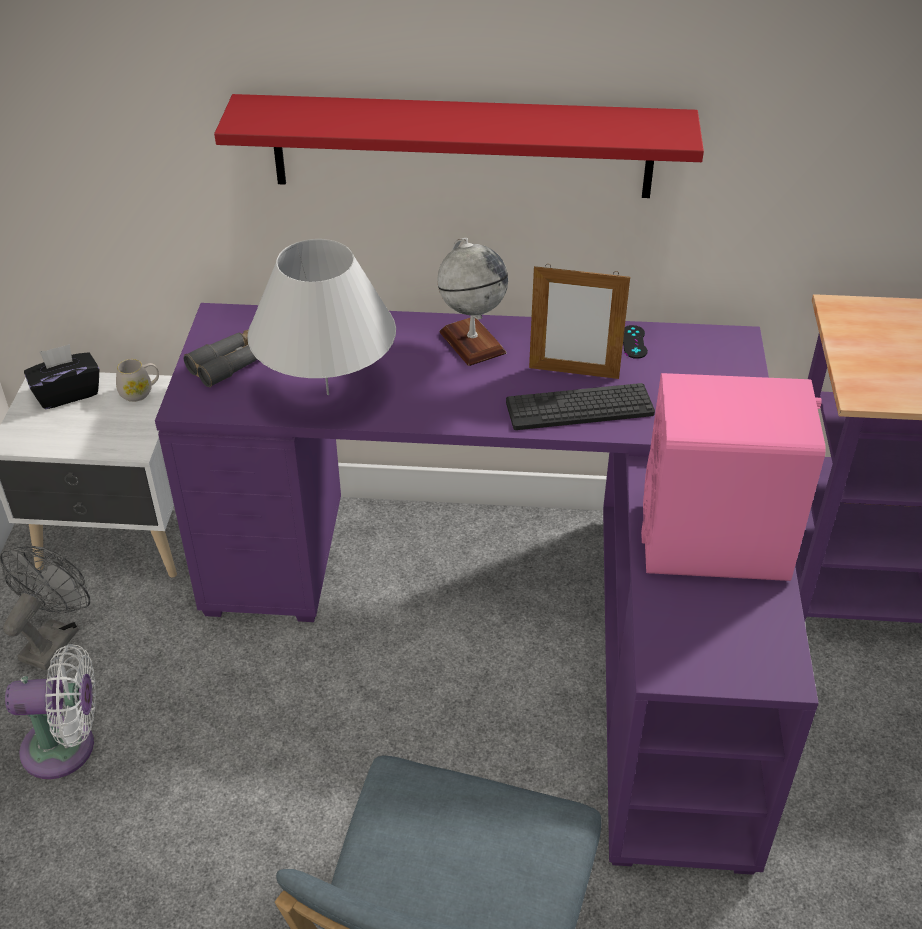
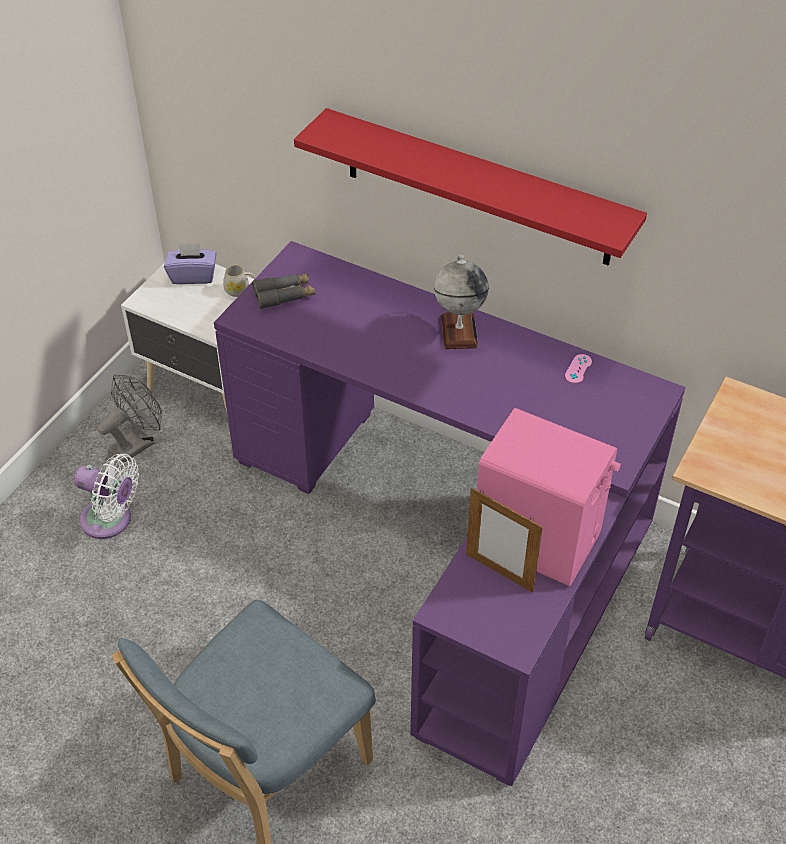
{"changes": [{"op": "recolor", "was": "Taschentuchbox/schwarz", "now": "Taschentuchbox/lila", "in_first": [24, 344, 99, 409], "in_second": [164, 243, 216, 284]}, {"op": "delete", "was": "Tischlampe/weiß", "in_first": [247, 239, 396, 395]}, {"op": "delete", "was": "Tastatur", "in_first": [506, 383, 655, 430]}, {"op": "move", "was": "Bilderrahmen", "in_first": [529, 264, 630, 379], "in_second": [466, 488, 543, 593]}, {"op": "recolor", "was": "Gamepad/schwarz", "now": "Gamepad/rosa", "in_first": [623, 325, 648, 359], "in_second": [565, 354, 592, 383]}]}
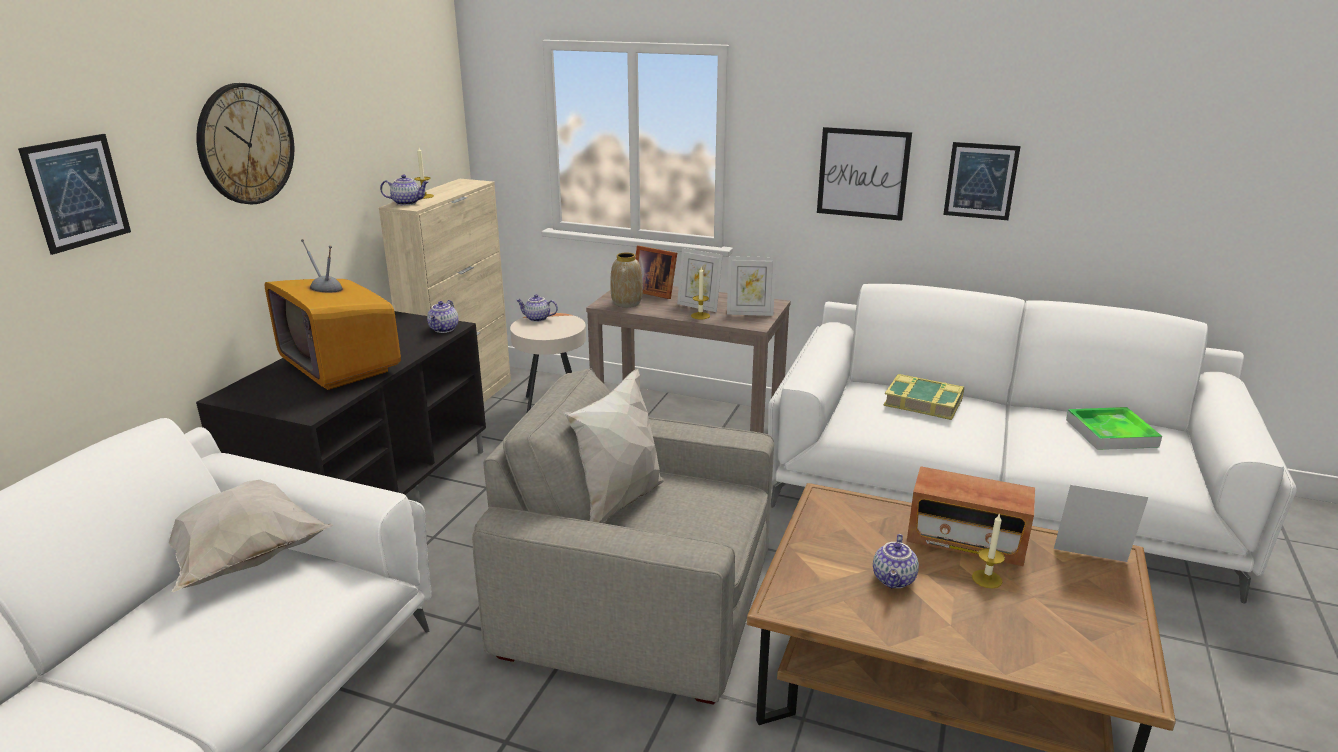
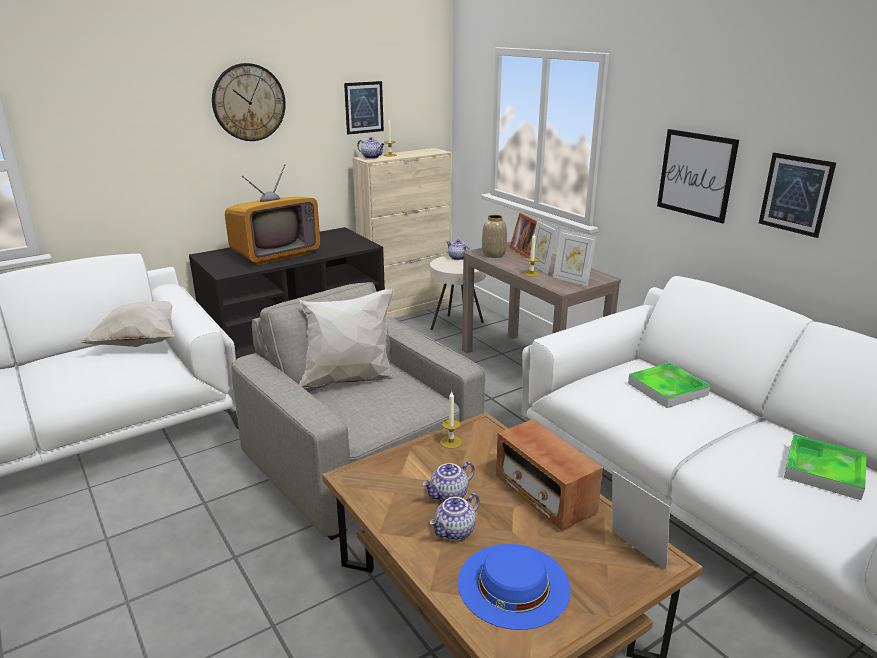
{"changes": [{"op": "move", "was": "Bild", "in_first": [18, 134, 131, 255], "in_second": [344, 81, 384, 135]}, {"op": "rotate", "was": "Fernseher", "in_first": [264, 239, 401, 390], "in_second": [225, 164, 320, 265], "clockwise": -120}, {"op": "move", "was": "Teekanne", "in_first": [427, 300, 458, 333], "in_second": [430, 493, 480, 540]}, {"op": "replace", "was": "Buch", "now": "Tablett", "in_first": [883, 374, 964, 420], "in_second": [628, 363, 711, 408]}, {"op": "move", "was": "Kerze", "in_first": [972, 513, 1005, 588], "in_second": [440, 391, 462, 449]}, {"op": "insert", "now": "Hut/blau", "in_second": [458, 544, 571, 630]}]}
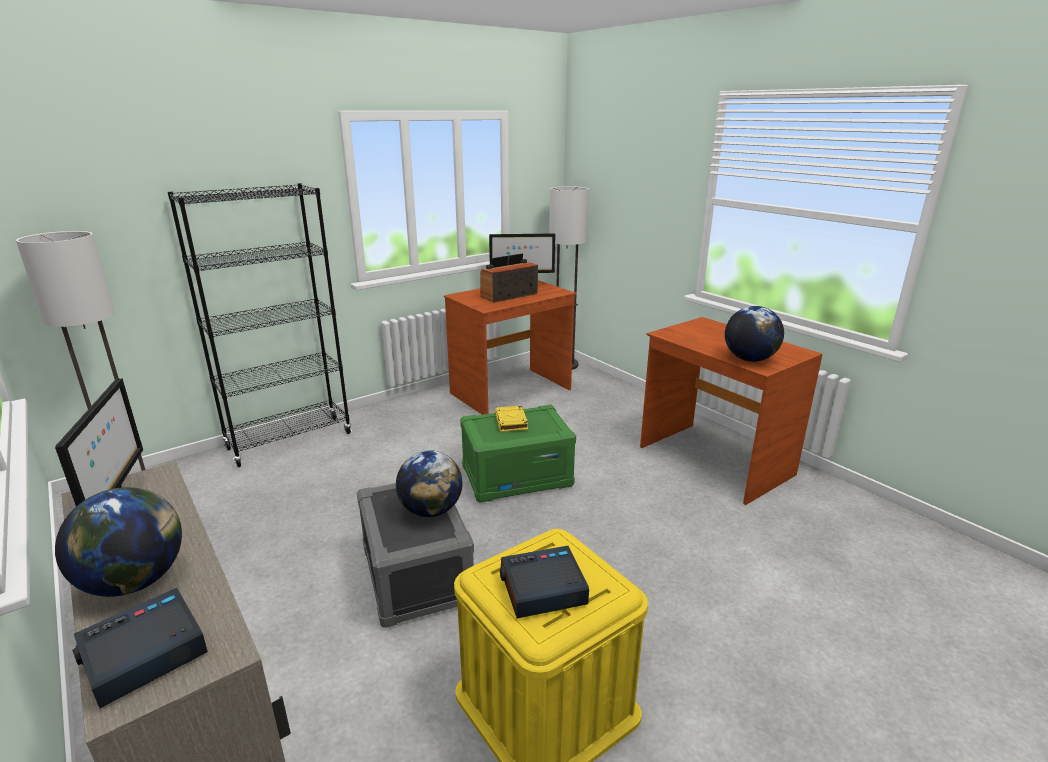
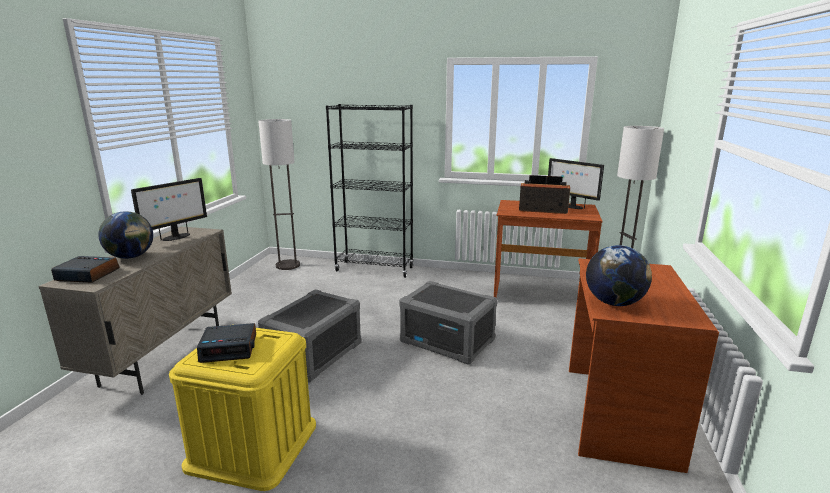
{"changes": [{"op": "delete", "was": "Globus", "in_first": [396, 450, 462, 517]}, {"op": "recolor", "was": "Aufbewahrungsbox/grün", "now": "Aufbewahrungsbox/grau", "in_first": [460, 405, 576, 503], "in_second": [399, 281, 497, 365]}, {"op": "delete", "was": "Buch/gelb", "in_first": [495, 406, 528, 432]}, {"op": "rotate", "was": "Wecker", "in_first": [500, 546, 589, 618], "in_second": [197, 323, 256, 363], "clockwise": 135}]}
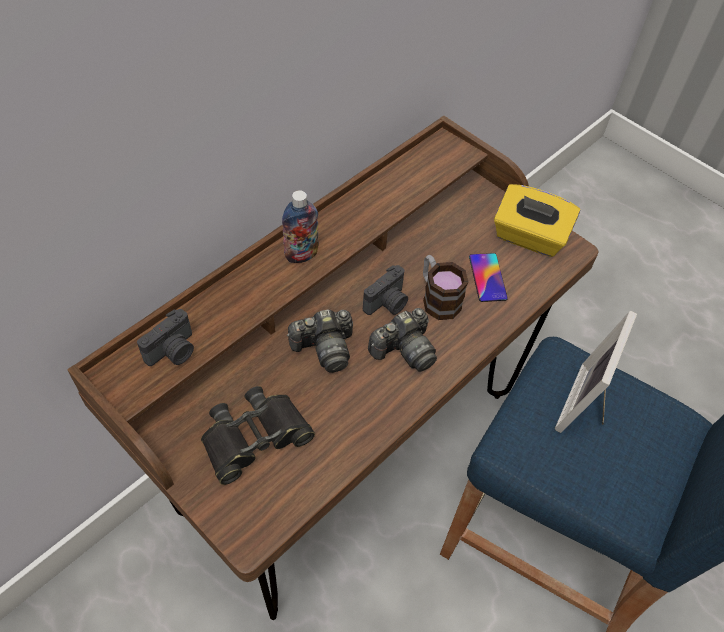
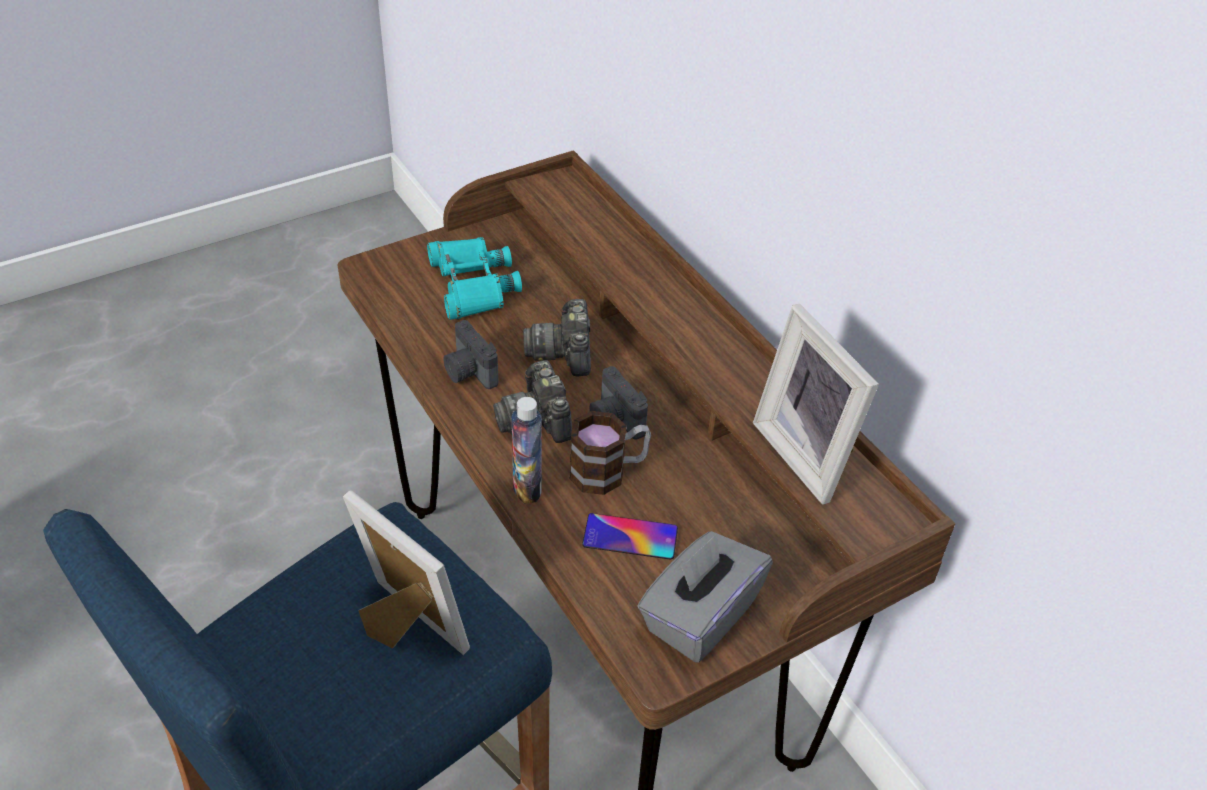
{"changes": [{"op": "move", "was": "Kamera", "in_first": [137, 309, 194, 366], "in_second": [443, 320, 498, 389]}, {"op": "recolor", "was": "Fernglas/schwarz", "now": "Fernglas/türkis", "in_first": [201, 386, 315, 485], "in_second": [427, 237, 522, 320]}, {"op": "move", "was": "Flasche", "in_first": [282, 190, 319, 263], "in_second": [511, 397, 542, 503]}, {"op": "recolor", "was": "Taschentuchbox/gelb", "now": "Taschentuchbox/grau", "in_first": [494, 184, 581, 257], "in_second": [637, 531, 773, 663]}, {"op": "insert", "now": "Bilderrahmen", "in_second": [753, 304, 879, 505]}]}
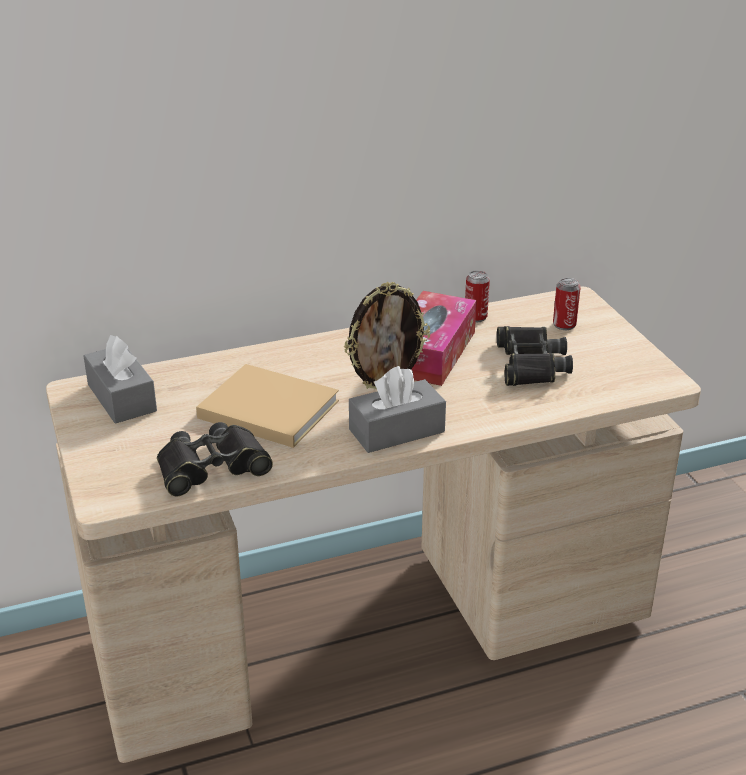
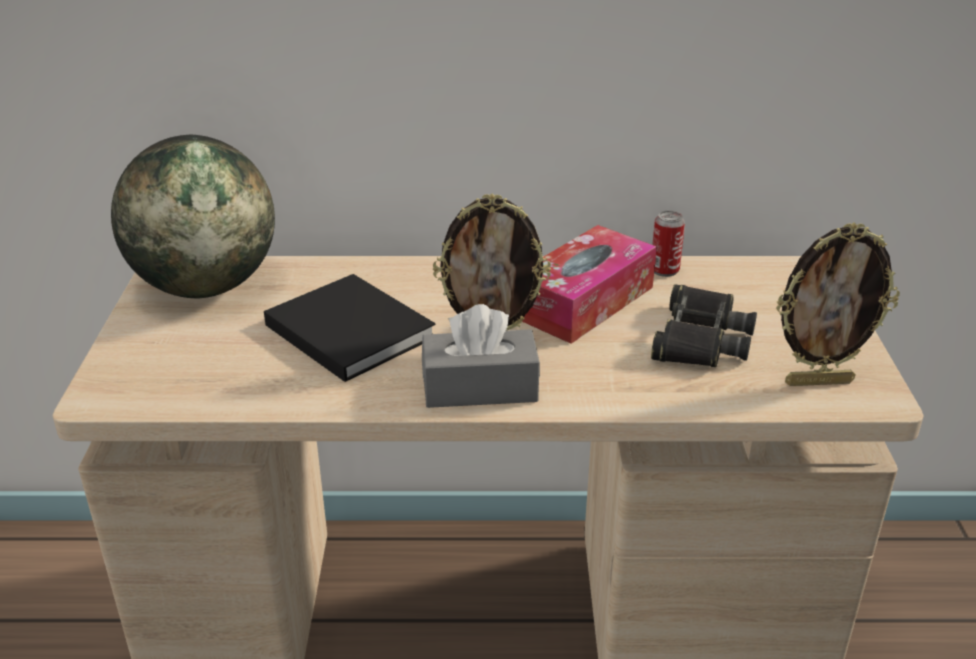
{"changes": [{"op": "replace", "was": "Taschentuchbox/grau", "now": "Globus", "in_first": [83, 335, 157, 424], "in_second": [111, 135, 275, 299]}, {"op": "delete", "was": "Fernglas/schwarz", "in_first": [157, 422, 273, 496]}, {"op": "recolor", "was": "Buch/beige", "now": "Buch/schwarz", "in_first": [196, 364, 339, 448], "in_second": [264, 274, 436, 382]}, {"op": "delete", "was": "Dose", "in_first": [553, 278, 581, 330]}, {"op": "insert", "now": "Bilderrahmen", "in_second": [777, 222, 900, 386]}]}
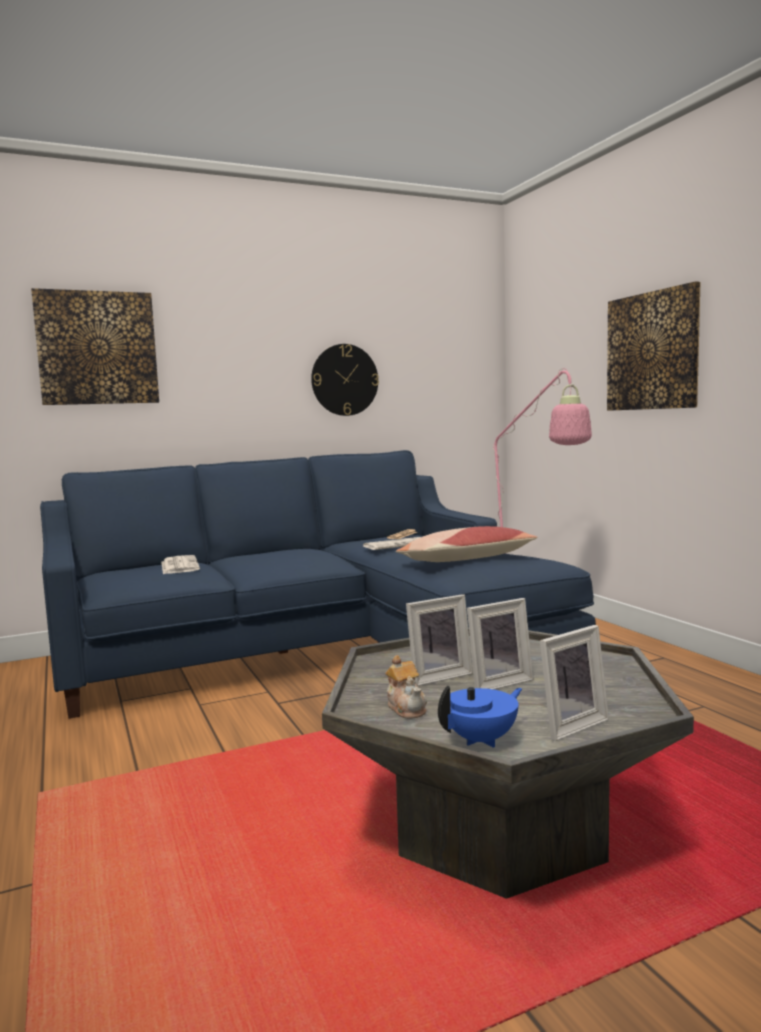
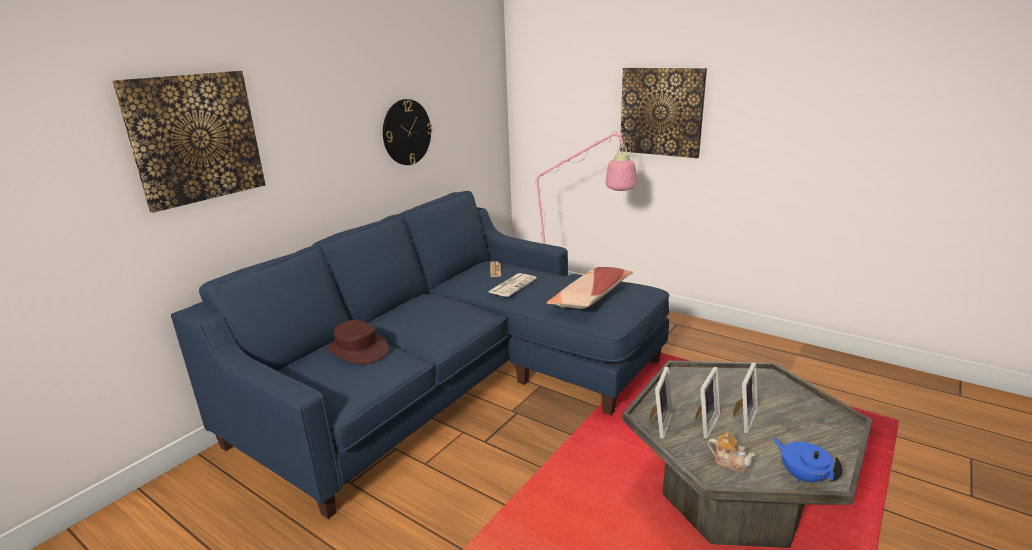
{"changes": [{"op": "replace", "was": "Zeitung", "now": "Hut/braun", "in_first": [161, 555, 200, 574], "in_second": [327, 320, 389, 364]}, {"op": "rotate", "was": "Teekanne/blau", "in_first": [438, 685, 522, 748], "in_second": [773, 438, 842, 483], "clockwise": -60}, {"op": "move", "was": "Bilderrahmen", "in_first": [540, 625, 609, 741], "in_second": [650, 367, 673, 439]}]}
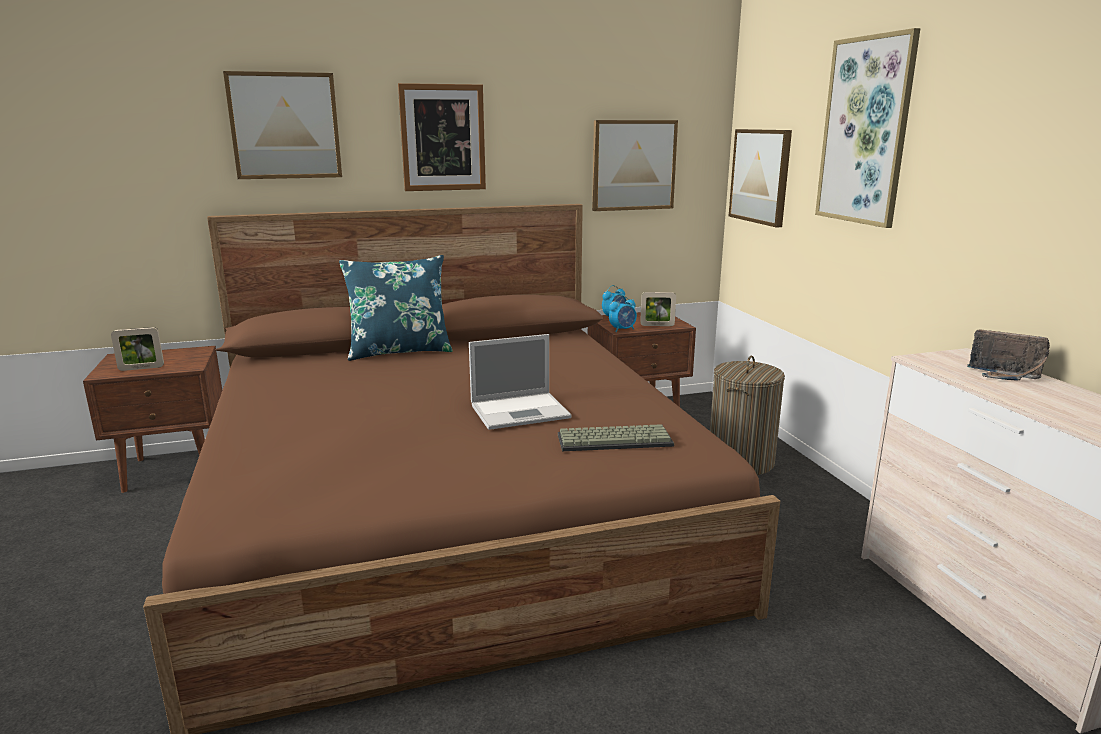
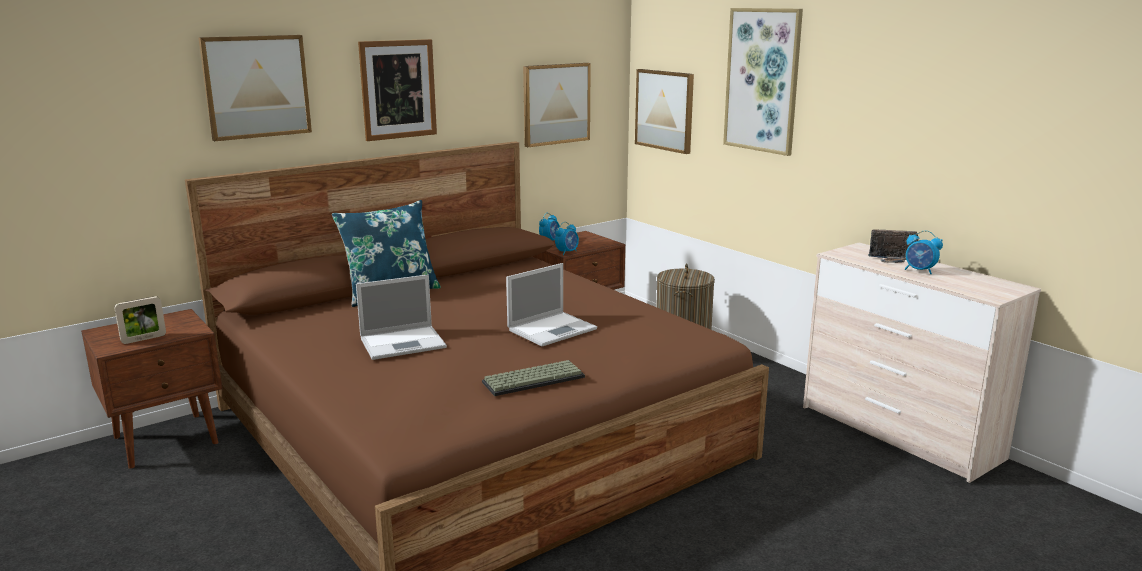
{"changes": [{"op": "move", "was": "Tastatur", "in_first": [558, 424, 674, 451], "in_second": [482, 360, 585, 396]}, {"op": "delete", "was": "Bilderrahmen", "in_first": [640, 292, 676, 326]}, {"op": "insert", "now": "Laptop", "in_second": [356, 274, 447, 360]}, {"op": "insert", "now": "Wecker", "in_second": [905, 230, 943, 274]}]}
